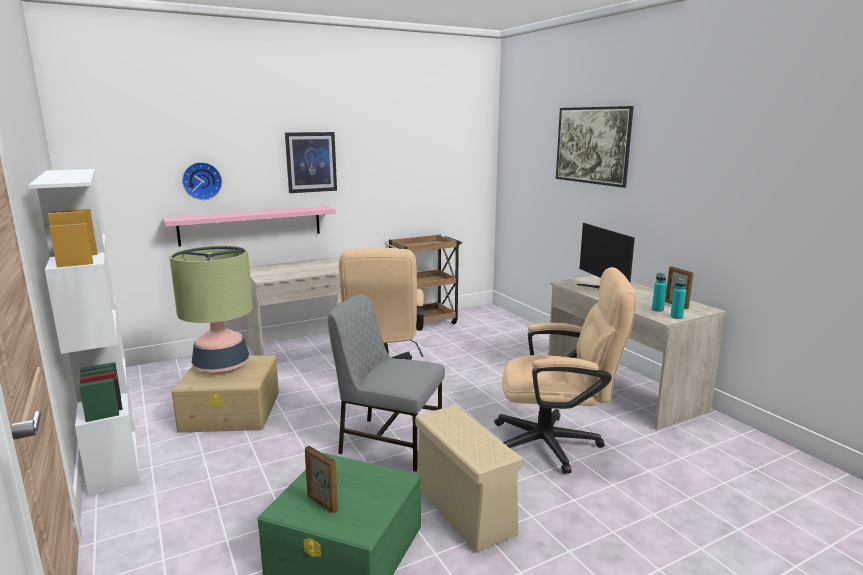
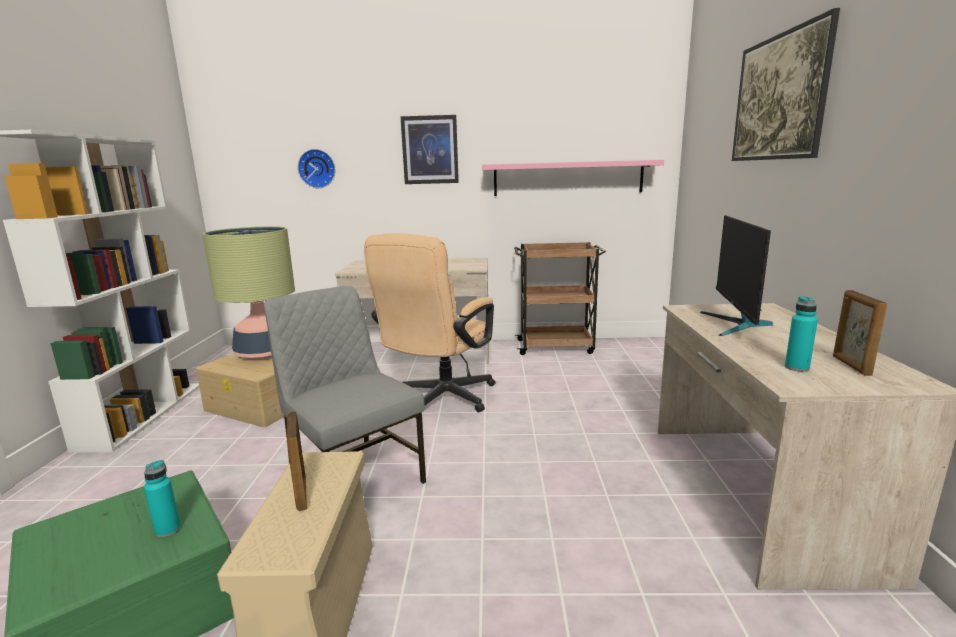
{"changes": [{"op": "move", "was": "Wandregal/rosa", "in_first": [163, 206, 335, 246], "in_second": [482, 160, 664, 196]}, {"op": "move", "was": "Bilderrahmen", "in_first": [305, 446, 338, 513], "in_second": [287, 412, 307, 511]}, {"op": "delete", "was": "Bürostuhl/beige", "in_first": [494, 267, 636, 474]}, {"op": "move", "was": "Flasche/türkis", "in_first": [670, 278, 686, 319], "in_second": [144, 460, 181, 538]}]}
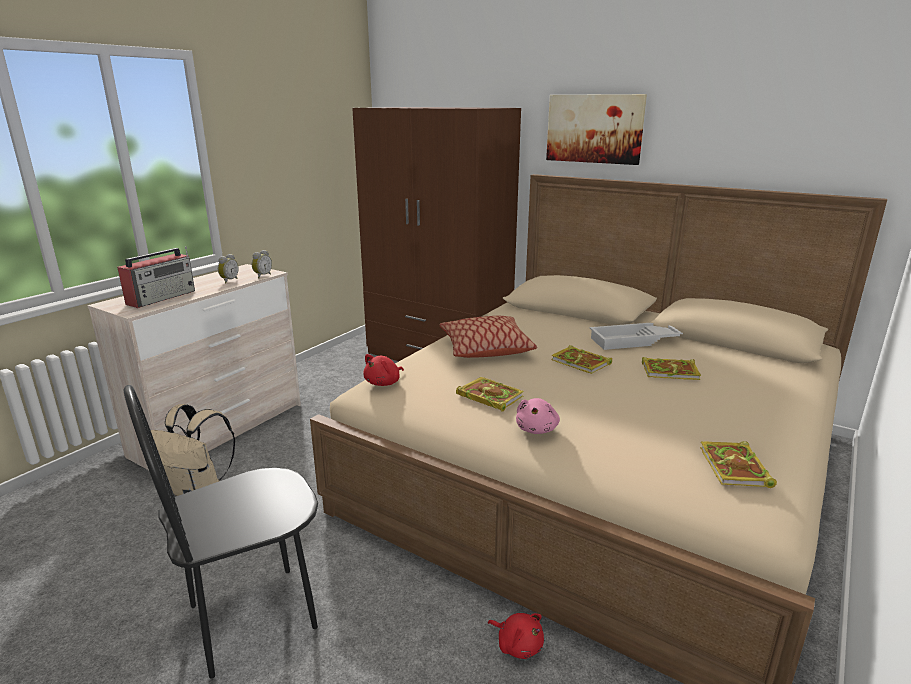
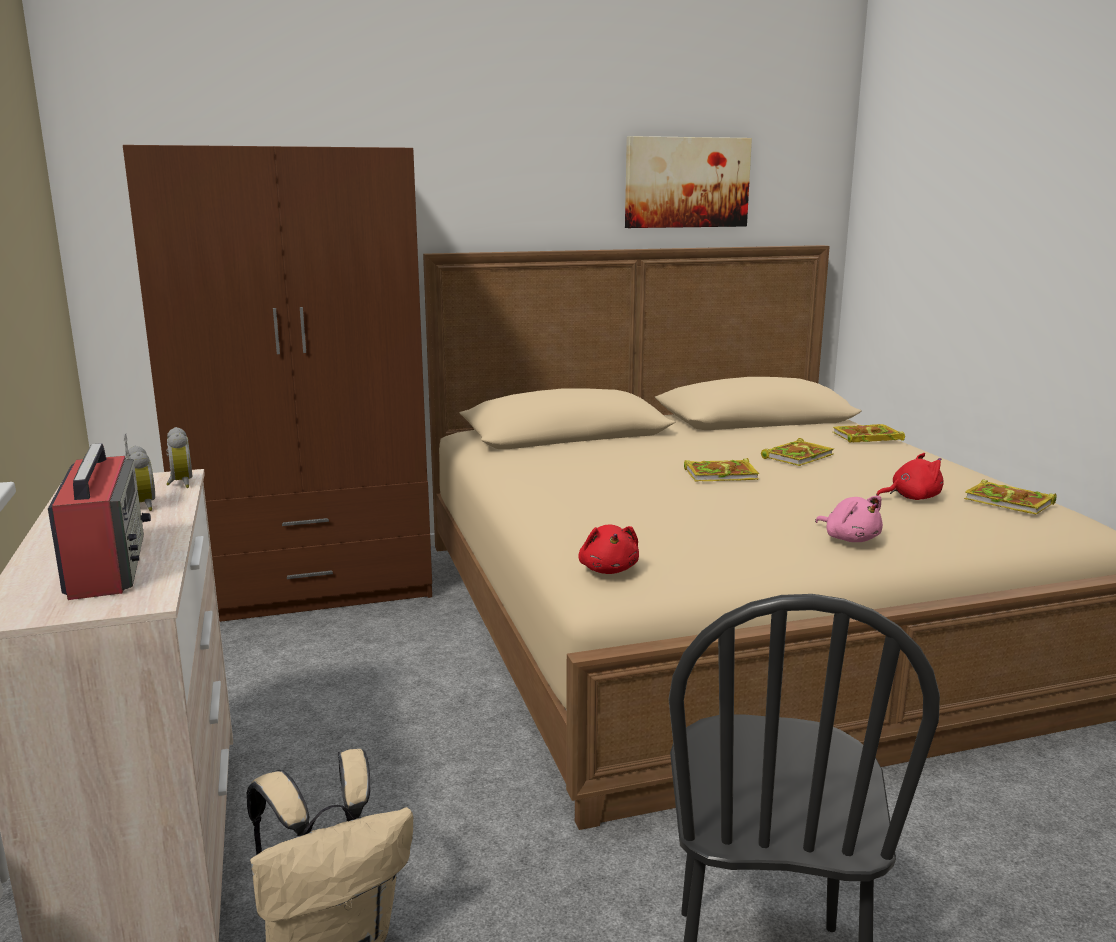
{"changes": [{"op": "delete", "was": "Kissen", "in_first": [439, 316, 537, 358]}, {"op": "move", "was": "Buch", "in_first": [456, 377, 524, 412], "in_second": [833, 424, 905, 443]}, {"op": "move", "was": "Plüschtier/rot", "in_first": [488, 613, 544, 659], "in_second": [876, 453, 944, 500]}, {"op": "move", "was": "Bild", "in_first": [546, 94, 647, 165], "in_second": [625, 136, 752, 228]}, {"op": "delete", "was": "Tablett/weiß", "in_first": [589, 323, 683, 350]}]}
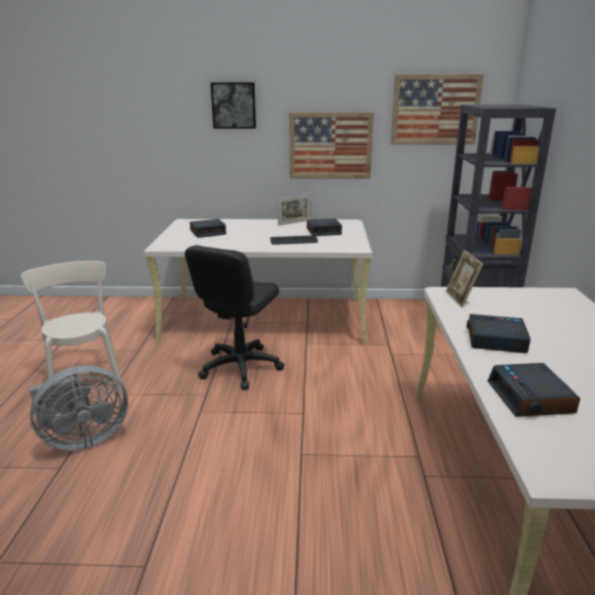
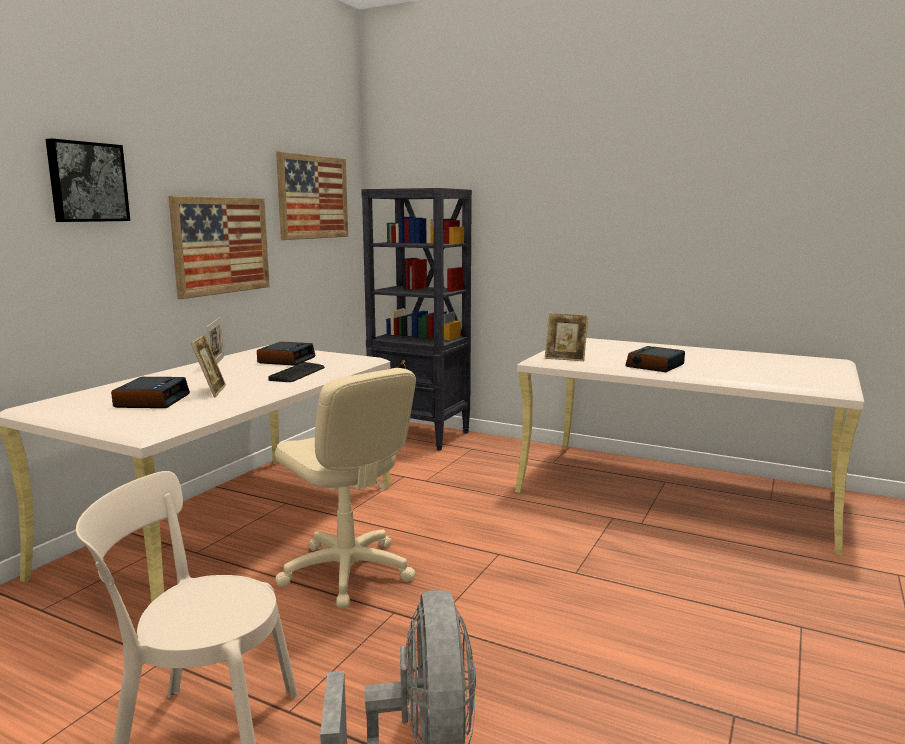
{"changes": [{"op": "recolor", "was": "Bürostuhl/schwarz", "now": "Bürostuhl/beige", "in_first": [185, 245, 284, 390], "in_second": [275, 368, 416, 609]}, {"op": "delete", "was": "Wecker", "in_first": [488, 363, 580, 417]}, {"op": "insert", "now": "Bilderrahmen", "in_second": [191, 334, 226, 397]}]}
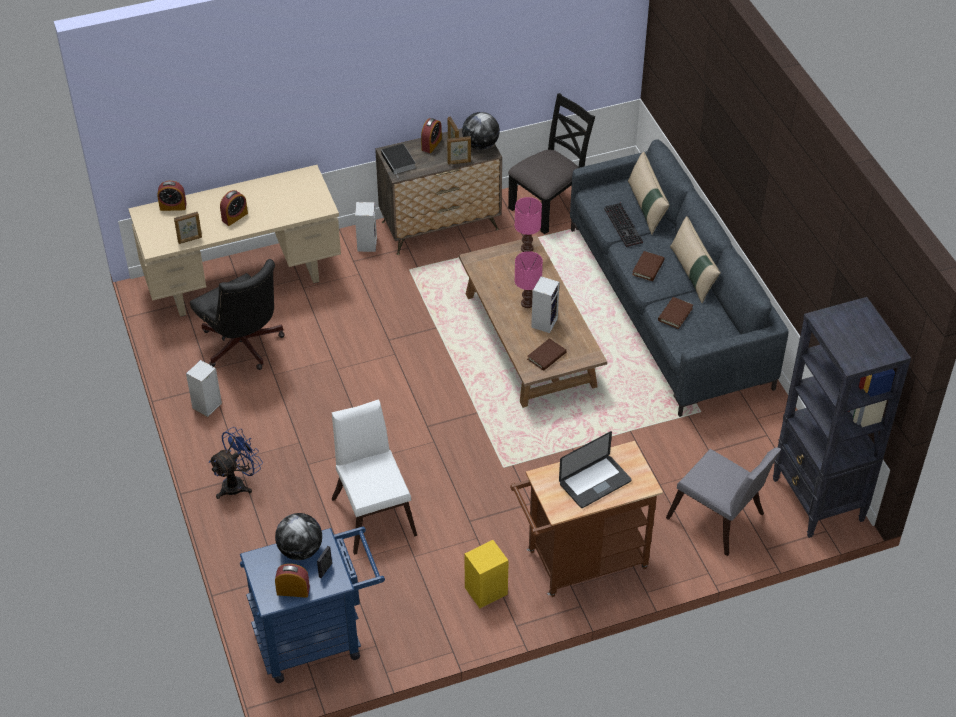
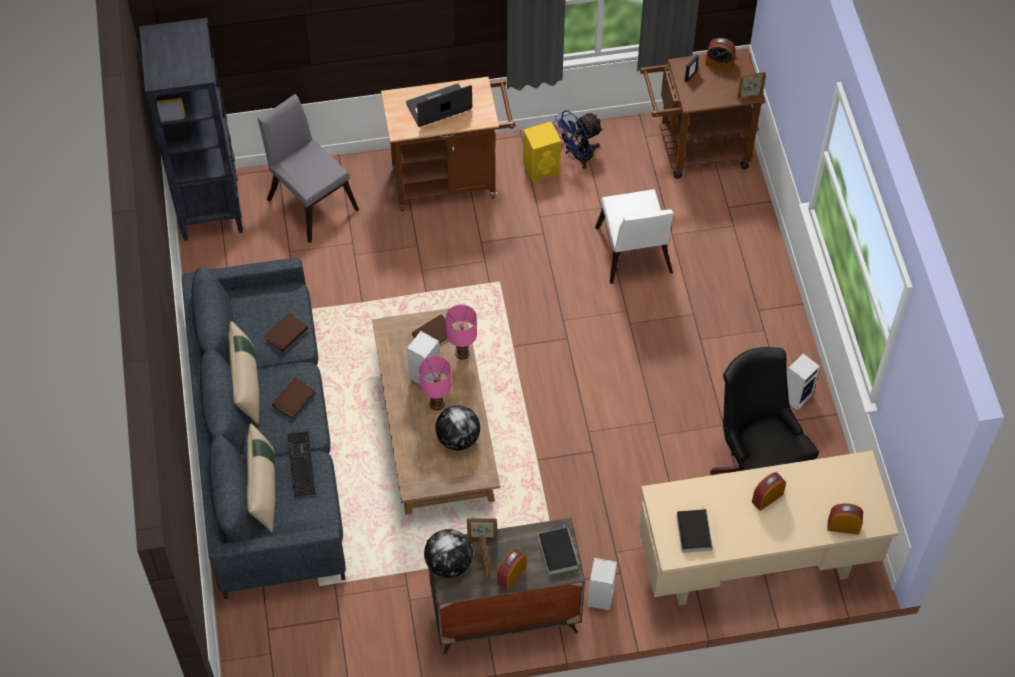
{"changes": [{"op": "move", "was": "Bilderrahmen", "in_first": [174, 212, 202, 244], "in_second": [737, 72, 766, 101]}, {"op": "move", "was": "Ventilator/blau", "in_first": [208, 427, 263, 499], "in_second": [553, 111, 604, 169]}, {"op": "recolor", "was": "Rollwagen/blau", "now": "Rollwagen/braun", "in_first": [240, 527, 385, 683], "in_second": [640, 48, 765, 179]}, {"op": "move", "was": "Globus", "in_first": [275, 513, 322, 560], "in_second": [435, 406, 480, 450]}, {"op": "delete", "was": "Stuhl/schwarz", "in_first": [508, 93, 595, 234]}, {"op": "move", "was": "Tischlampe/rosa", "in_first": [515, 197, 542, 252], "in_second": [446, 305, 477, 360]}, {"op": "insert", "now": "Buch", "in_second": [676, 507, 713, 553]}]}
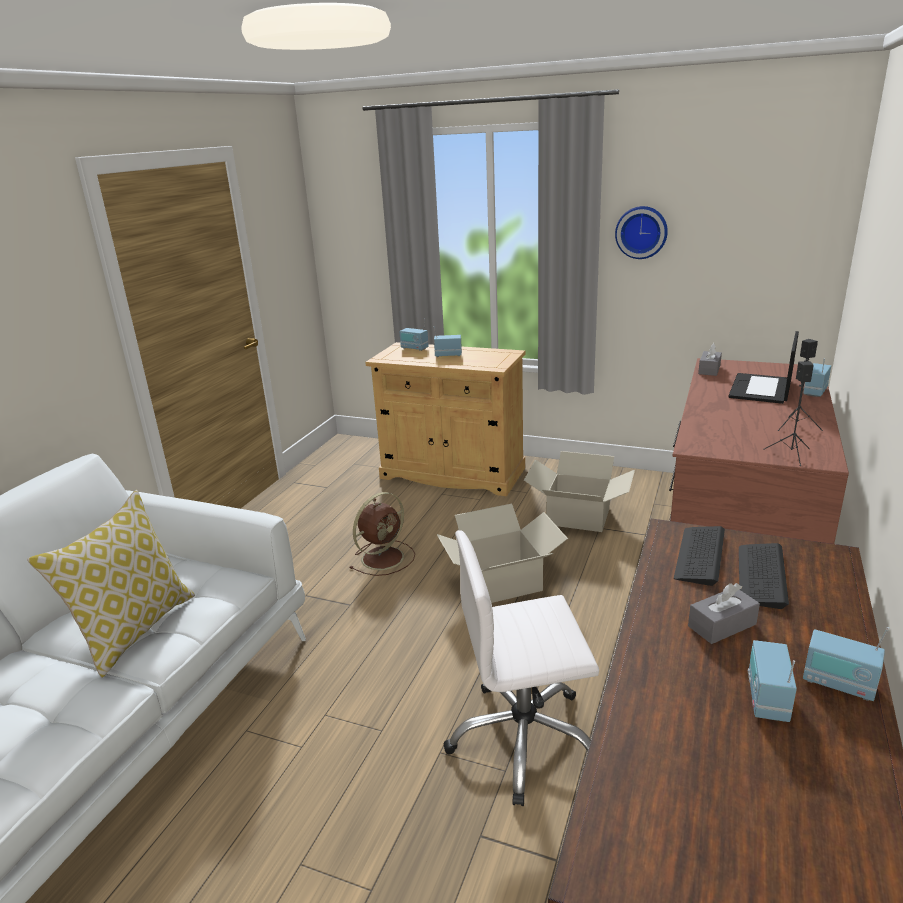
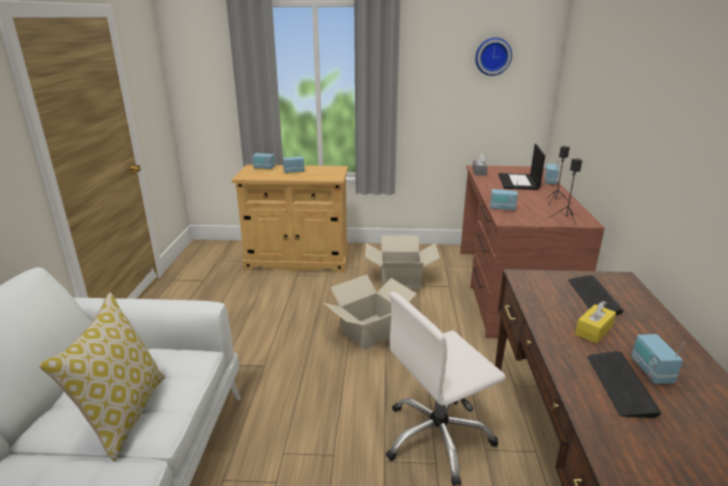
{"changes": [{"op": "delete", "was": "Ventilator/braun", "in_first": [350, 492, 415, 576]}, {"op": "move", "was": "Wanduhr", "in_first": [615, 206, 668, 259], "in_second": [475, 37, 512, 76]}, {"op": "move", "was": "Tastatur", "in_first": [674, 526, 725, 586], "in_second": [588, 351, 662, 418]}, {"op": "recolor", "was": "Taschentuchbox/grau", "now": "Taschentuchbox/gelb", "in_first": [688, 583, 760, 644], "in_second": [575, 301, 616, 344]}, {"op": "move", "was": "Radio", "in_first": [803, 627, 889, 701], "in_second": [490, 180, 519, 211]}]}
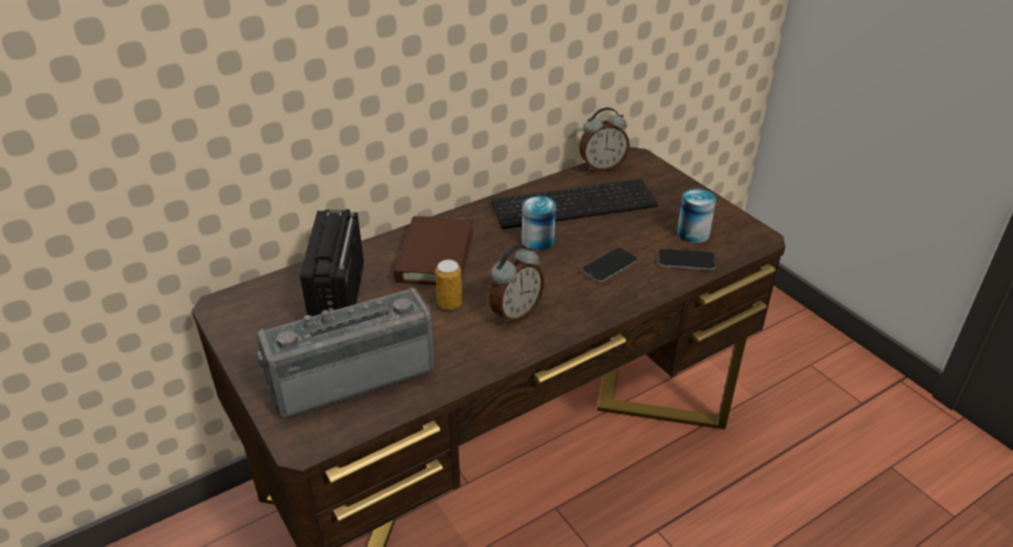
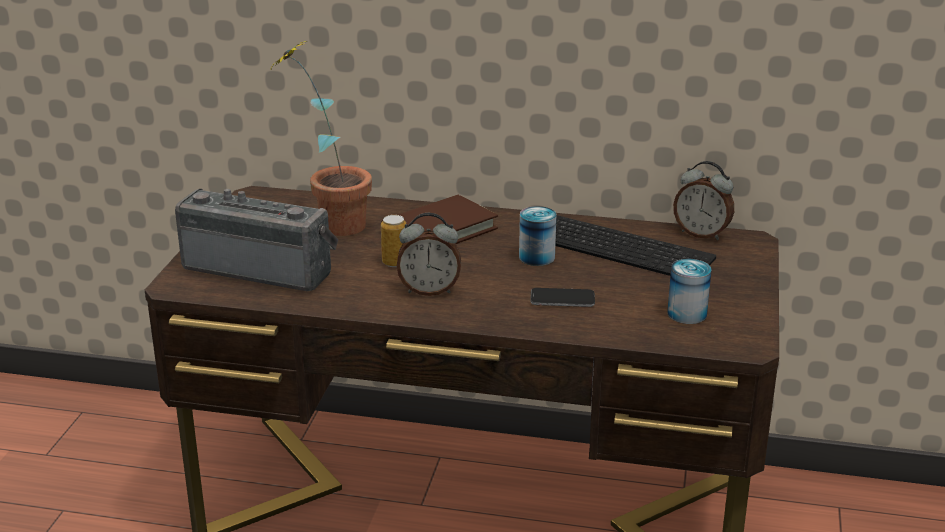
{"changes": [{"op": "replace", "was": "Radio", "now": "Topfpflanze", "in_first": [300, 209, 364, 317], "in_second": [269, 41, 372, 236]}, {"op": "delete", "was": "Handy", "in_first": [658, 249, 716, 270]}]}
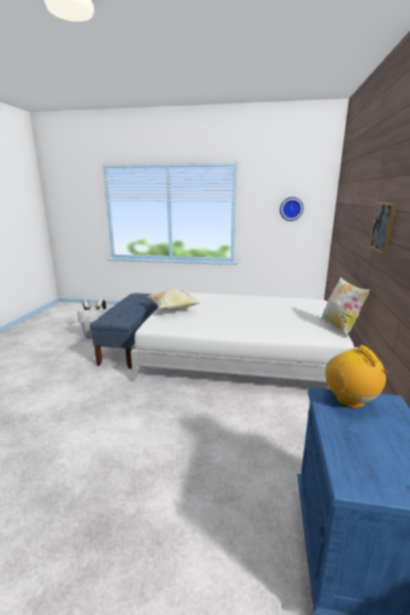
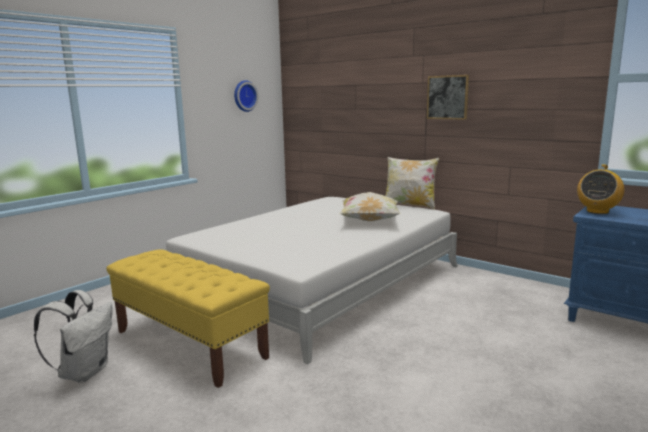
{"changes": [{"op": "recolor", "was": "Bank/blau", "now": "Bank/gelb", "in_first": [90, 293, 158, 369], "in_second": [106, 250, 270, 388]}, {"op": "move", "was": "Kissen", "in_first": [147, 288, 200, 310], "in_second": [339, 192, 401, 221]}, {"op": "rotate", "was": "Radio", "in_first": [326, 345, 396, 408], "in_second": [577, 164, 624, 214], "clockwise": -60}]}
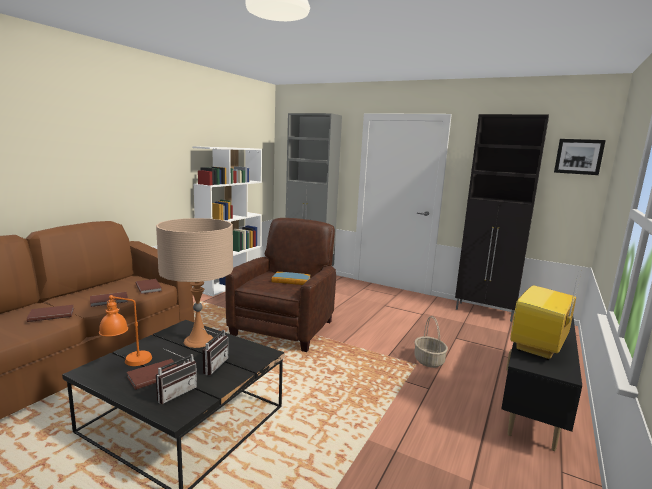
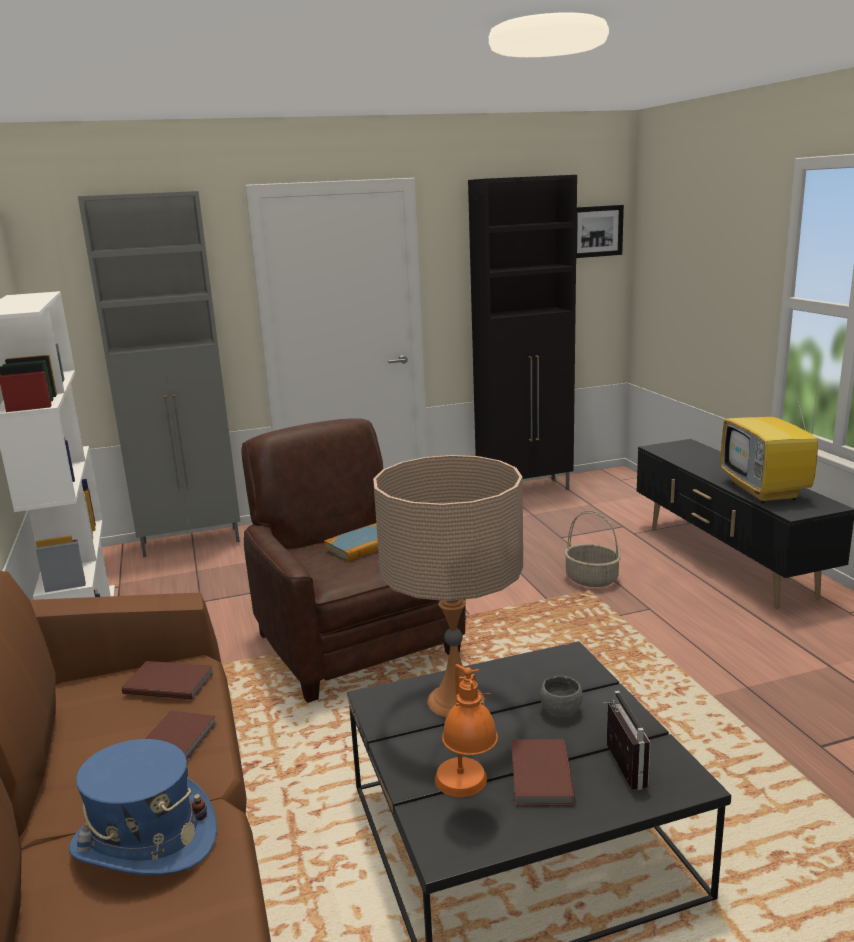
{"changes": [{"op": "replace", "was": "Buch/braun", "now": "Hut/blau", "in_first": [27, 305, 74, 322], "in_second": [69, 739, 217, 875]}, {"op": "replace", "was": "Radio", "now": "Schüssel/grau", "in_first": [202, 328, 228, 375], "in_second": [540, 676, 583, 718]}]}
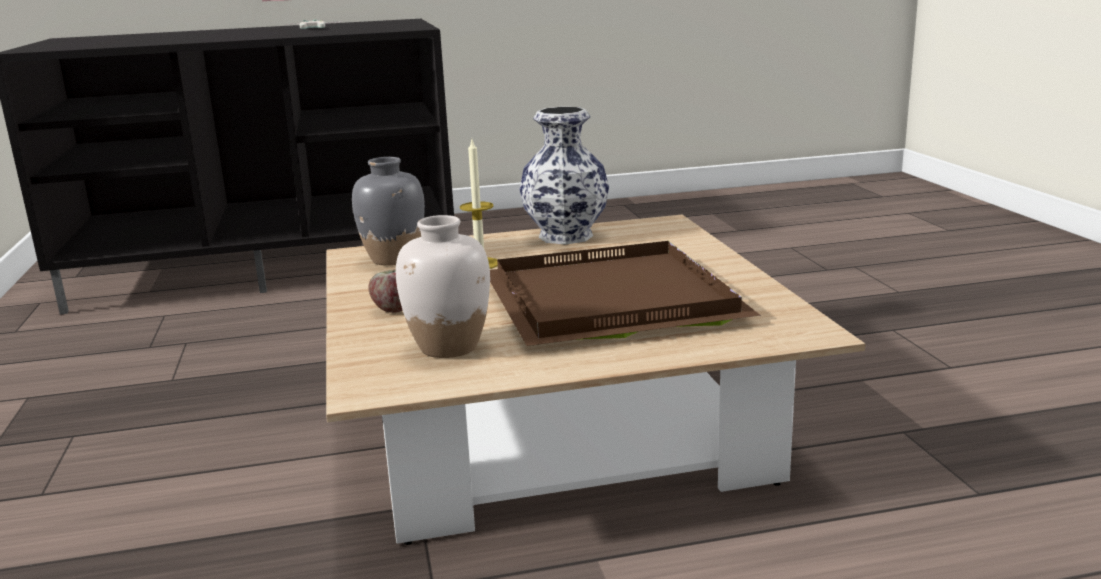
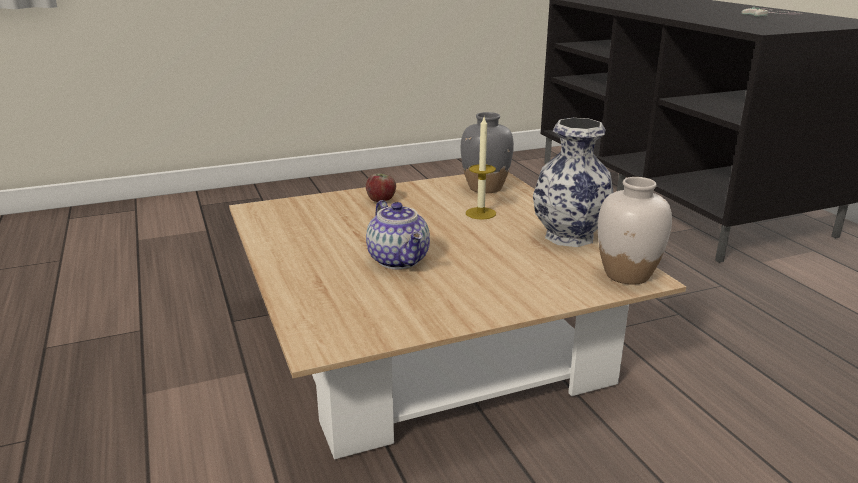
{"changes": [{"op": "move", "was": "Vase/weiß", "in_first": [396, 215, 490, 358], "in_second": [598, 177, 672, 285]}, {"op": "replace", "was": "Tablett/braun", "now": "Teekanne", "in_first": [490, 241, 761, 346], "in_second": [366, 200, 430, 269]}]}
